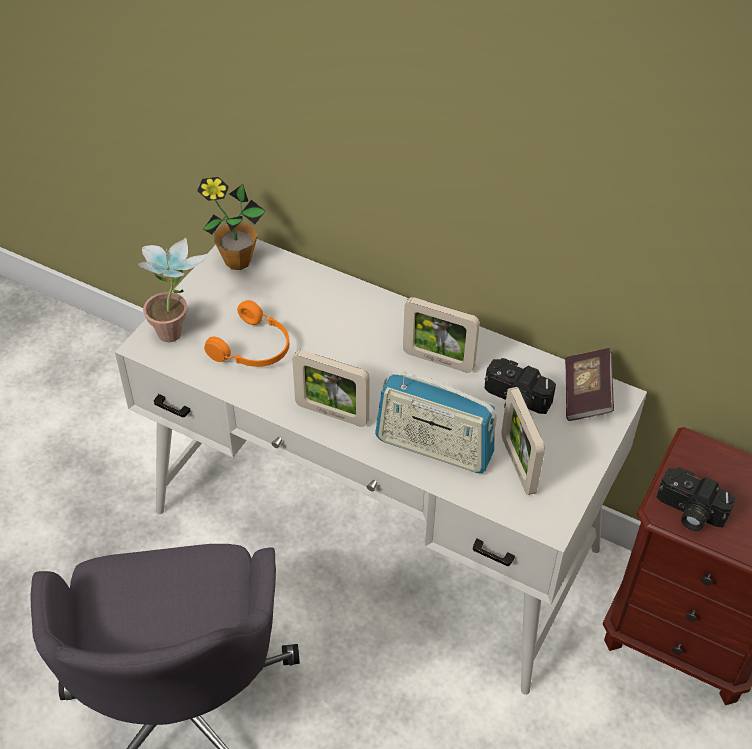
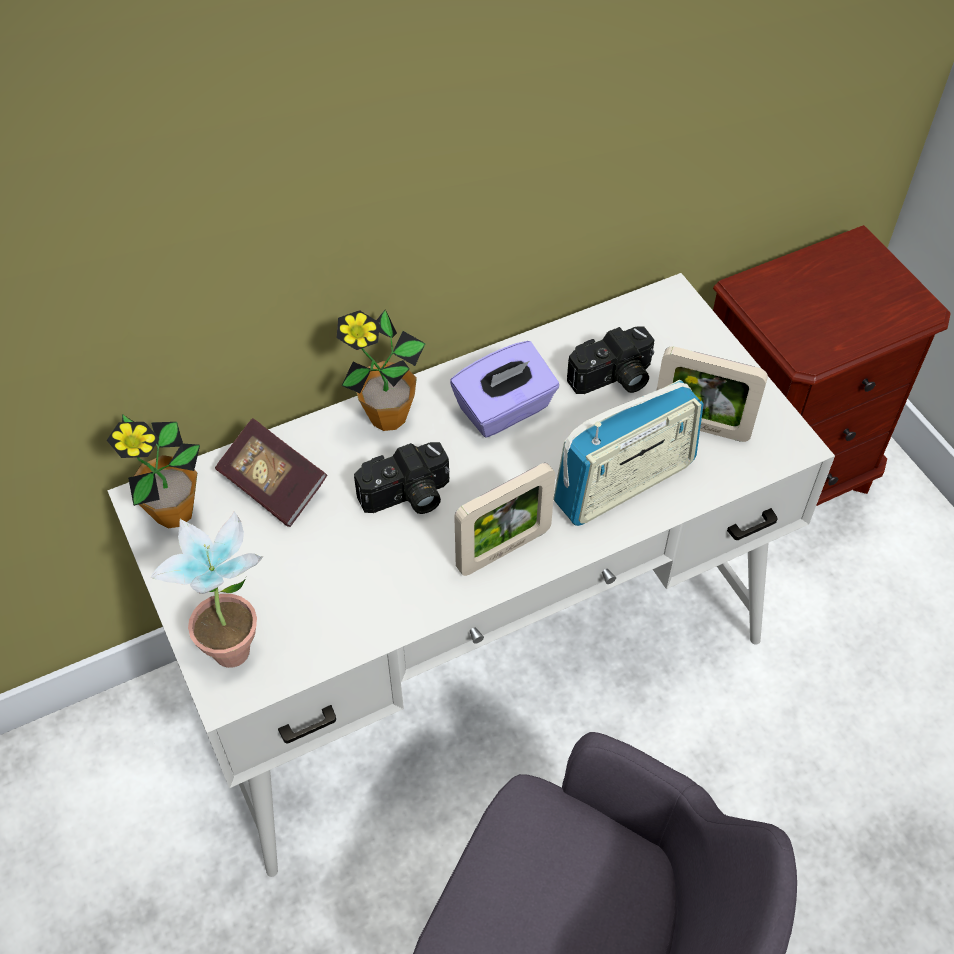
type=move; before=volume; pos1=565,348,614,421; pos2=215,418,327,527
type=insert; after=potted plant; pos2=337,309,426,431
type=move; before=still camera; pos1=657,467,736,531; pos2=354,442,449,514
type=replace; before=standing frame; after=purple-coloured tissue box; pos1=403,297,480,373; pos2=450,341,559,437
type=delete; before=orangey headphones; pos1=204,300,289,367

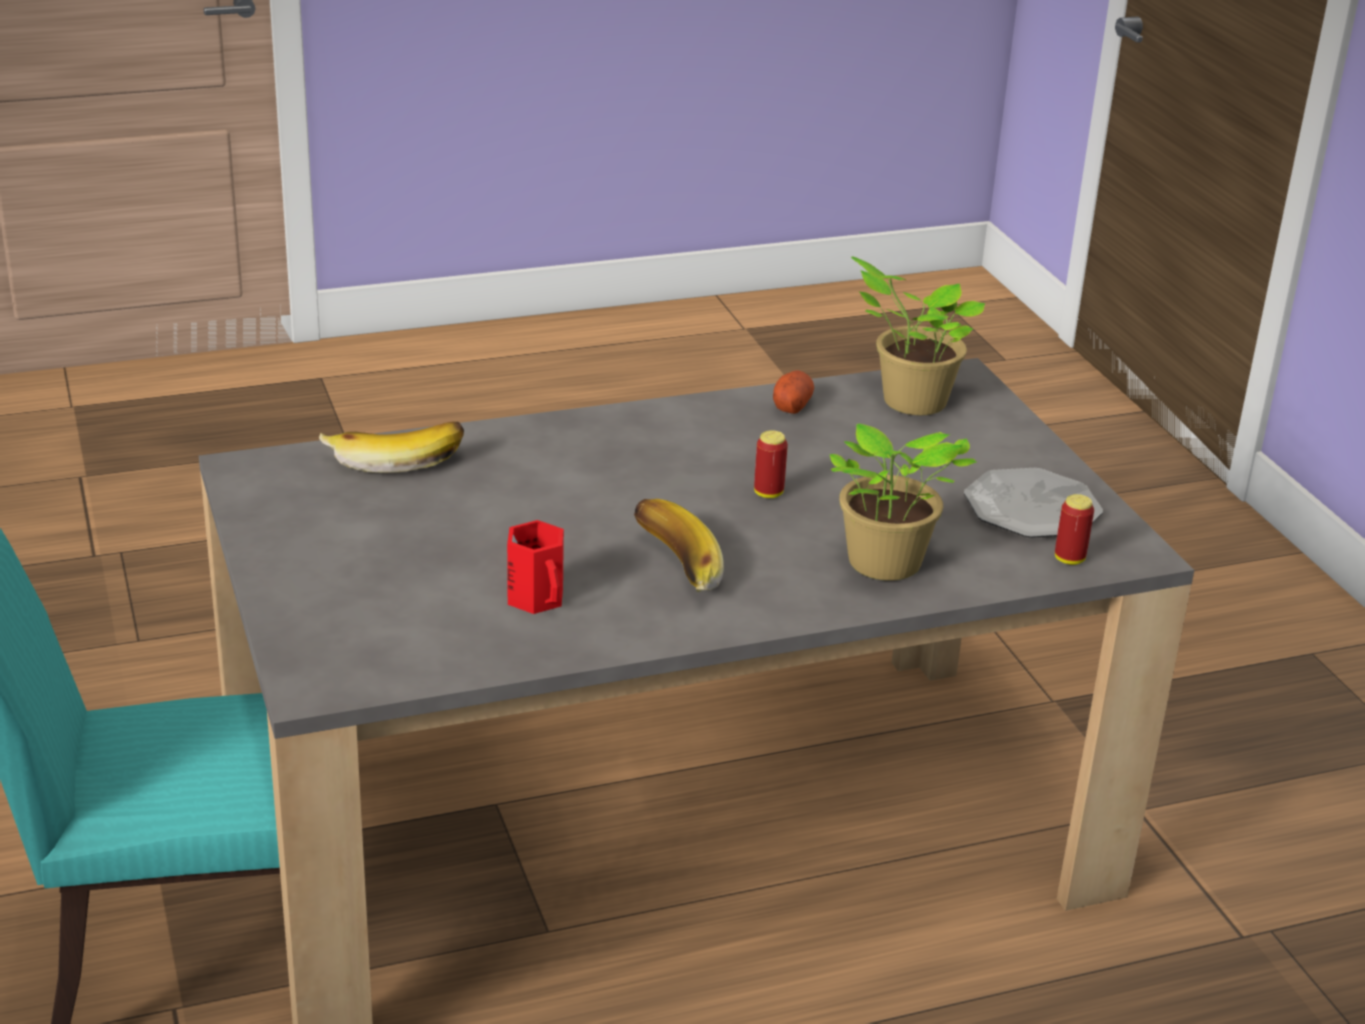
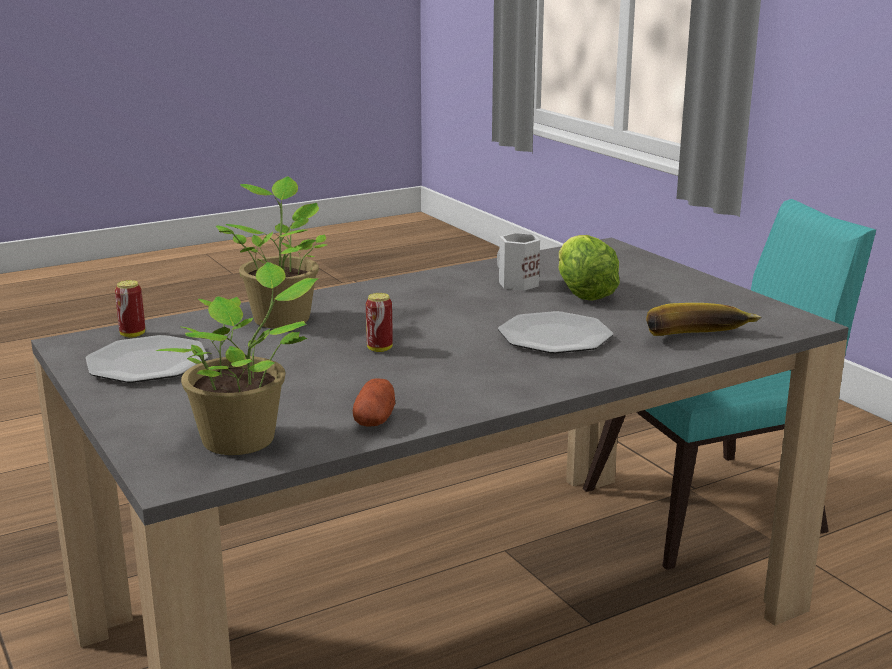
type=recolor; before=red coffee mug; after=white-coloured coffee mug; pos1=507,520,564,614; pos2=497,233,540,291
type=insert; after=dinner plate; pos2=498,311,613,353
type=insert; after=head of lettuce; pos2=558,235,620,301
type=delete; before=banana fruit; pos1=634,499,724,592

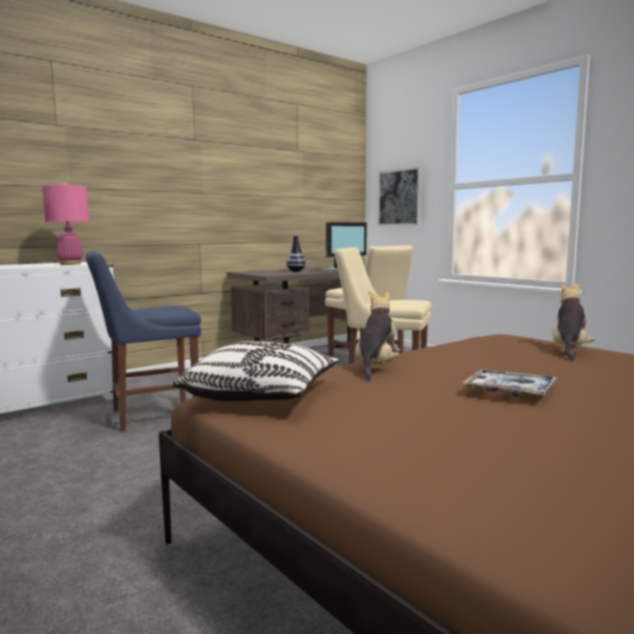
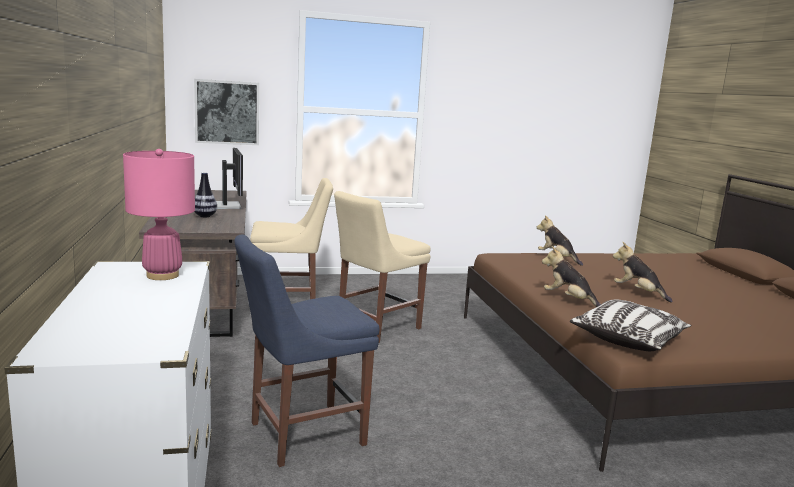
type=rotate; before=blue-coloured plain chair; pos1=86,251,201,432; pos2=234,235,379,467; turn=60
type=replace; before=tray; after=cuddly toy; pos1=463,369,557,397; pos2=613,242,673,302

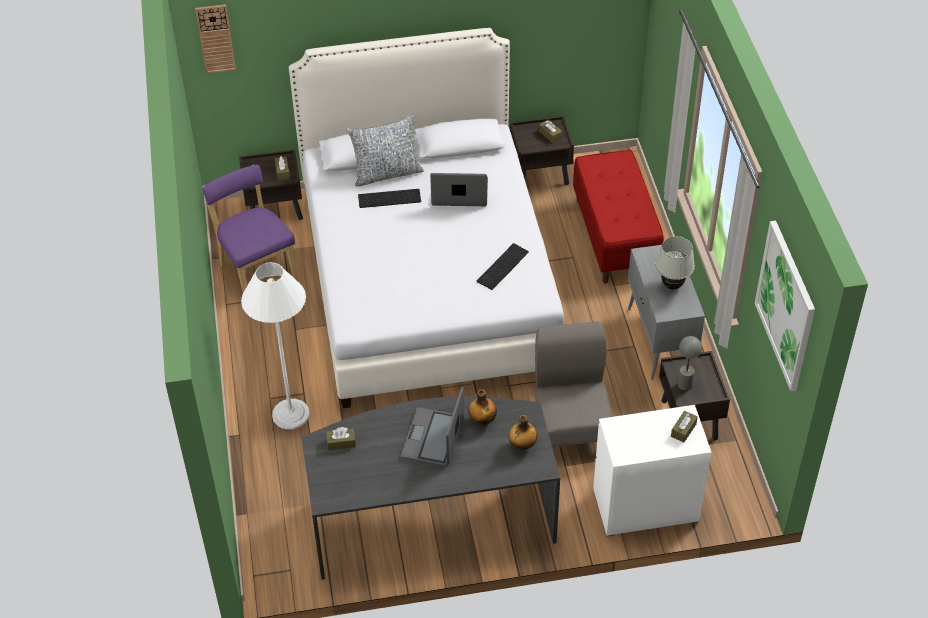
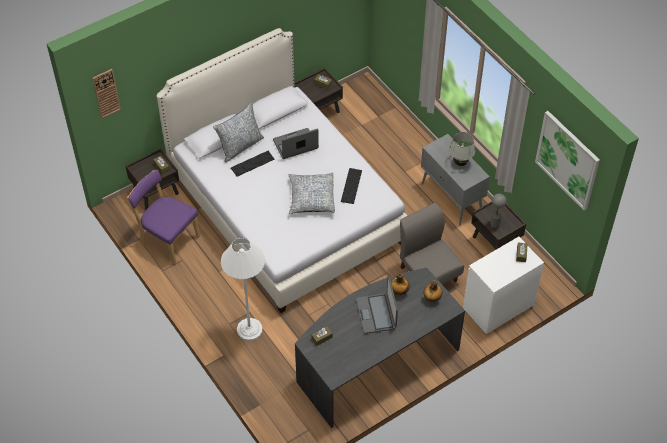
type=insert; after=throw pillow; pos2=289,173,335,214
type=delete; before=red long seat; pos1=573,150,664,283

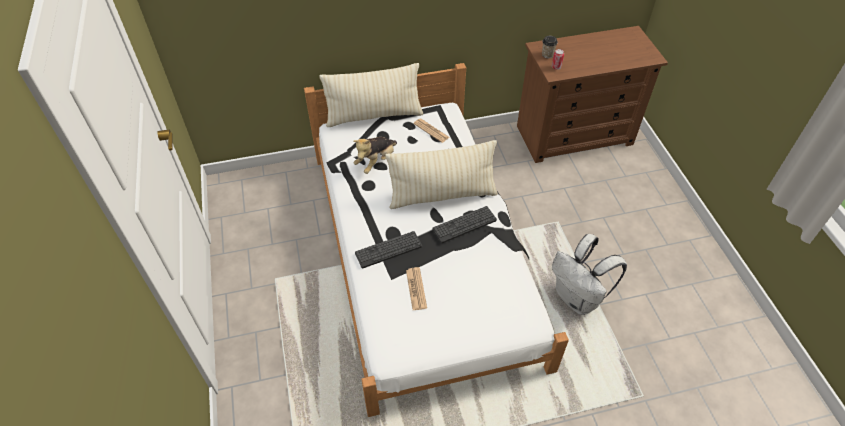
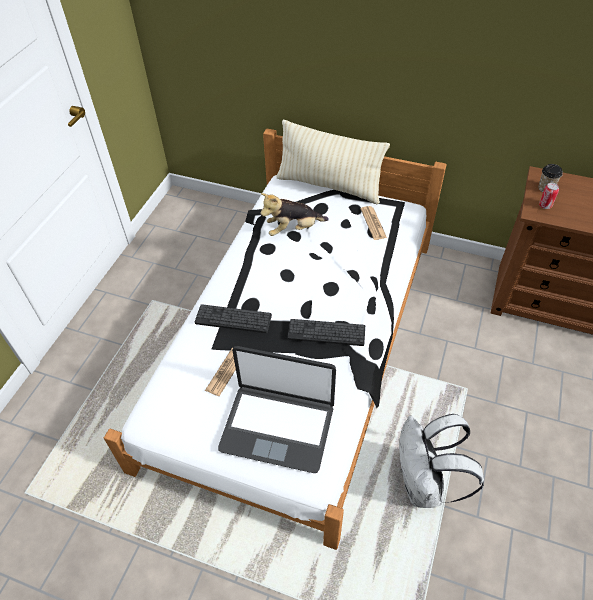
type=insert; after=notebook computer; pos2=218,346,336,473
type=delete; before=beige throw pillow; pos1=385,140,498,209

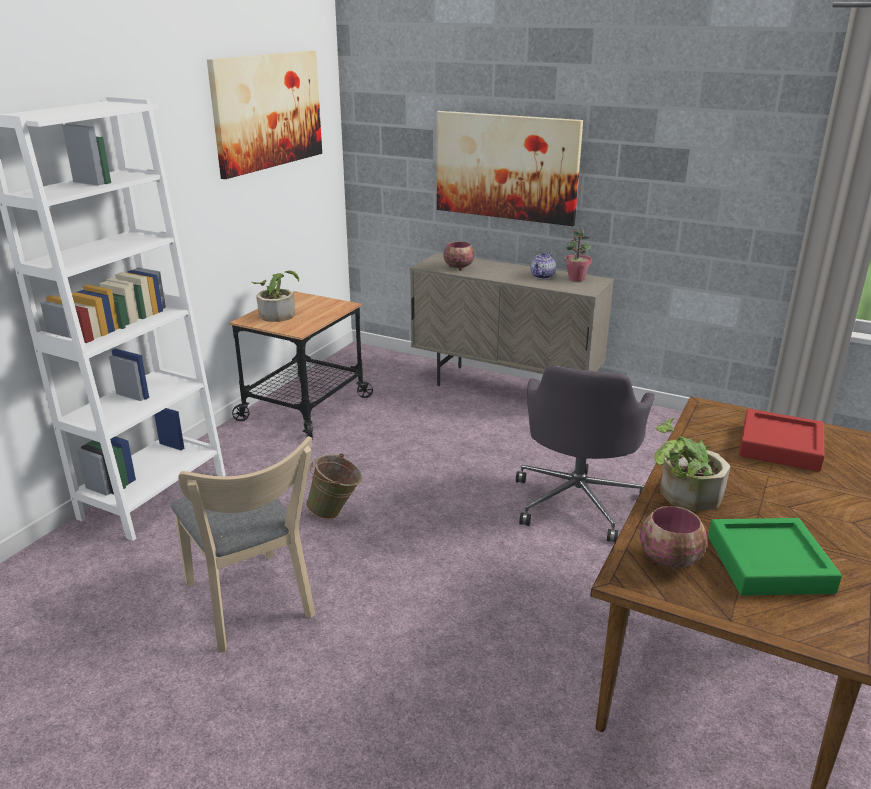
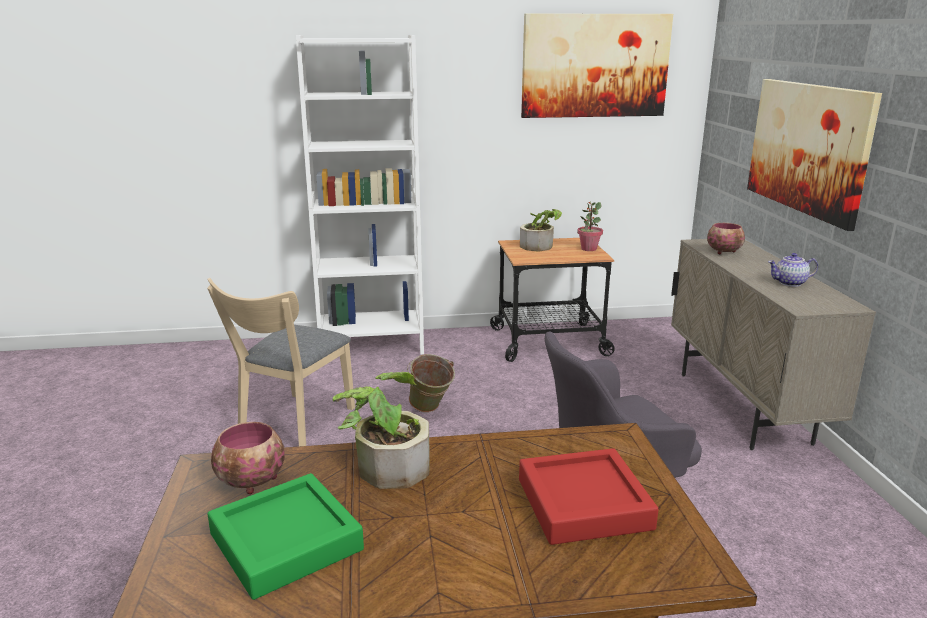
type=move; before=potted plant; pos1=565,228,592,281; pos2=577,202,603,251

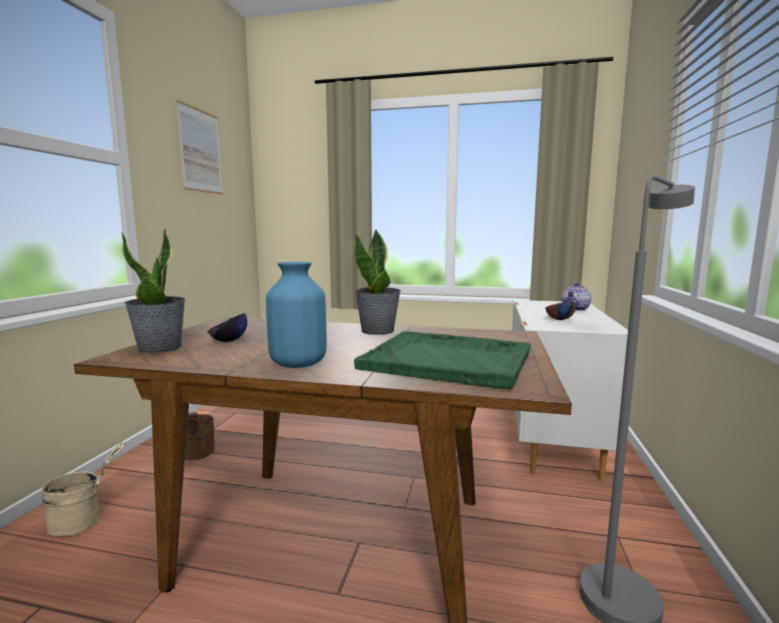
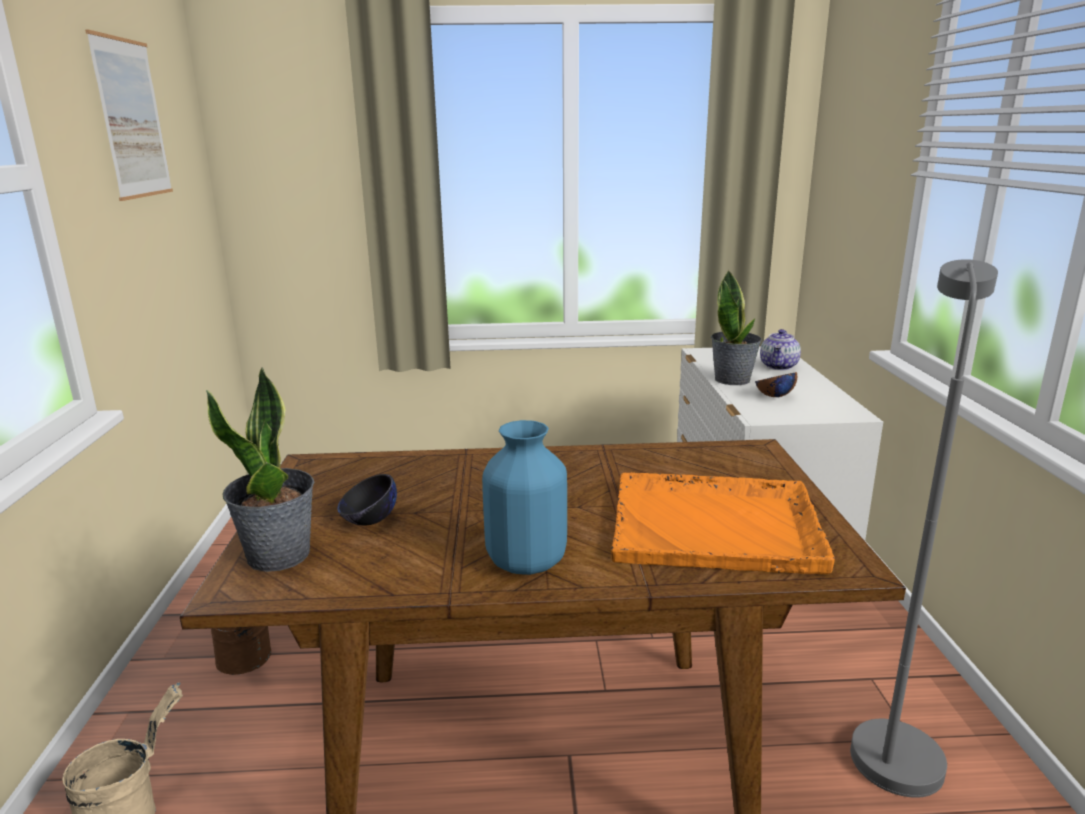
type=recolor; before=greenish tray; after=orangey tray; pos1=354,331,531,390; pos2=611,472,835,574
type=move; before=potted plant; pos1=354,230,401,335; pos2=711,270,762,385

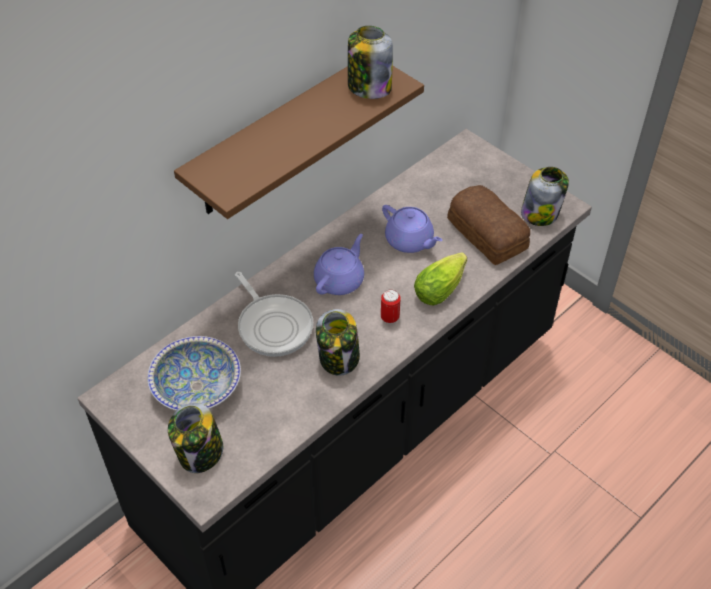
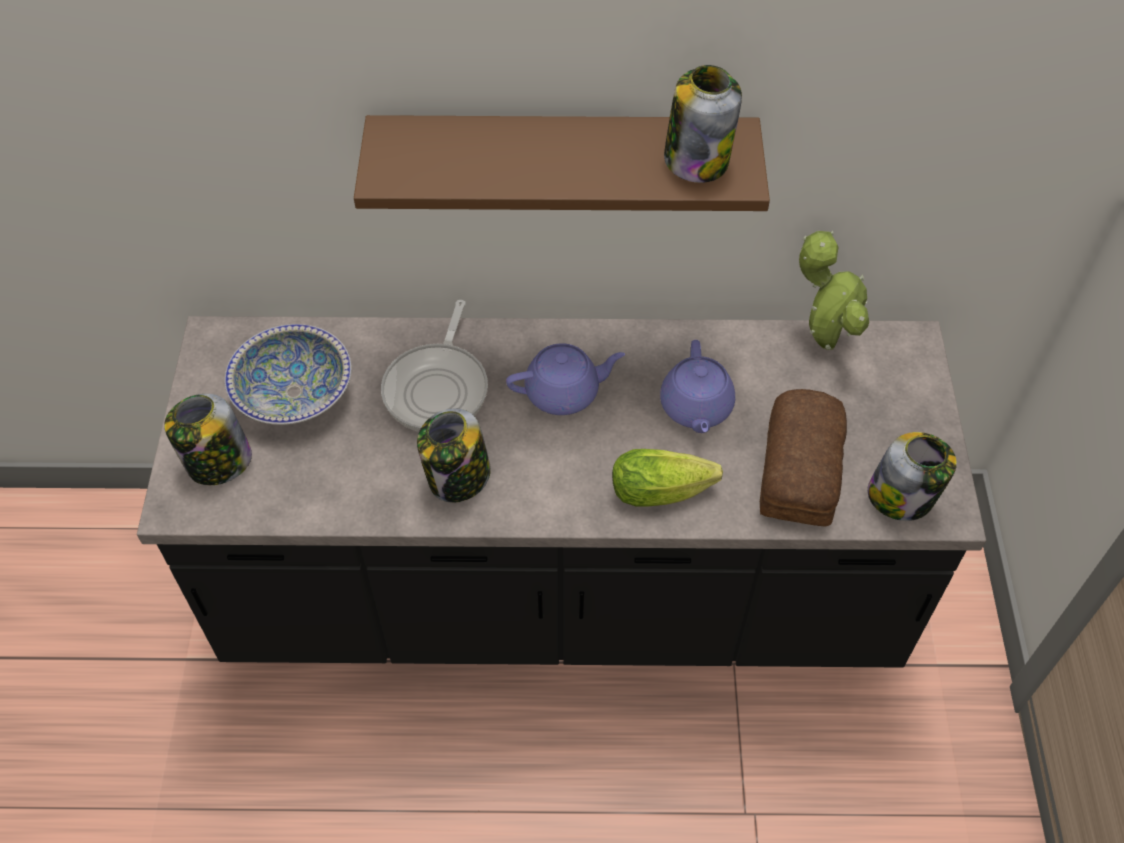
type=insert; after=potted plant; pos2=799,231,869,350
type=delete; before=metal can; pos1=381,289,401,324

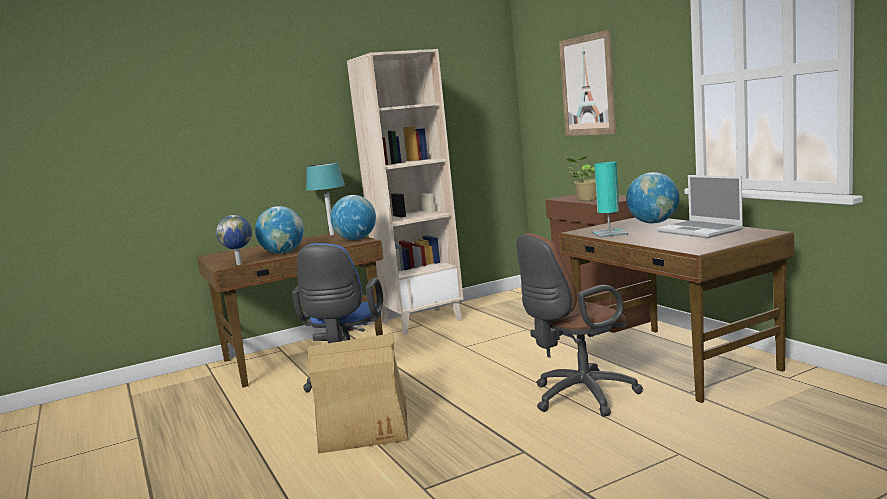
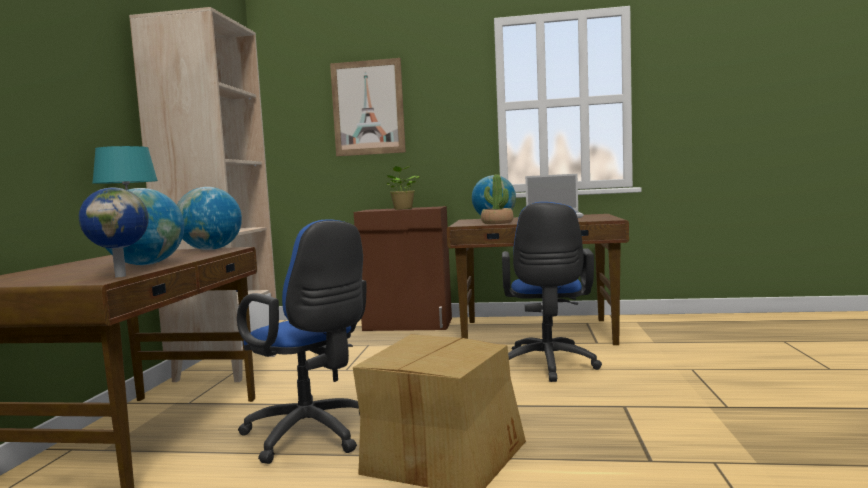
type=replace; before=blue-green lamp for a table; after=potted plant; pos1=592,162,628,238; pos2=481,174,514,224
type=recolor; before=brown-coloured computer chair; after=blue-coloured computer chair; pos1=516,233,643,417; pos2=502,202,602,382

